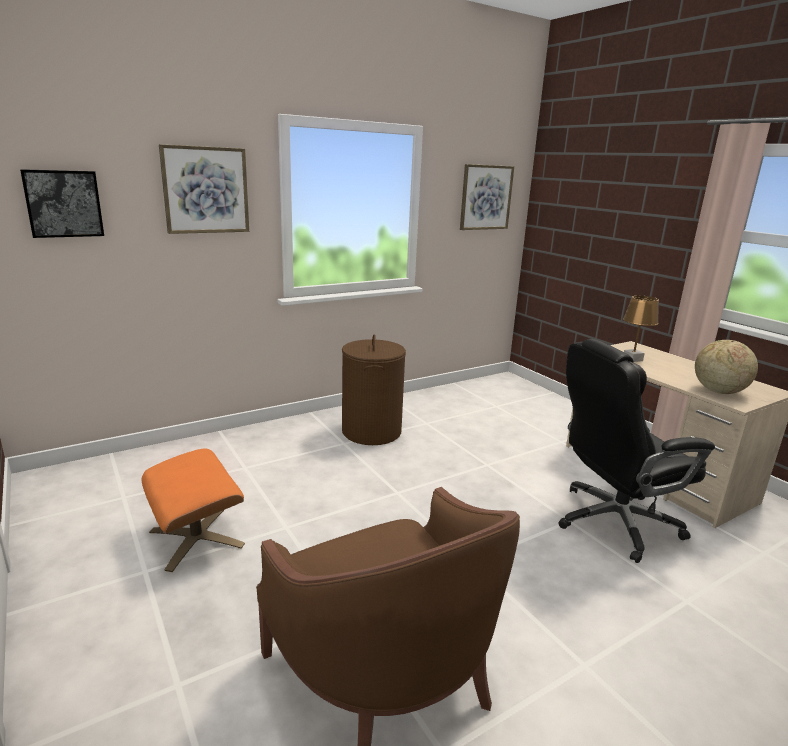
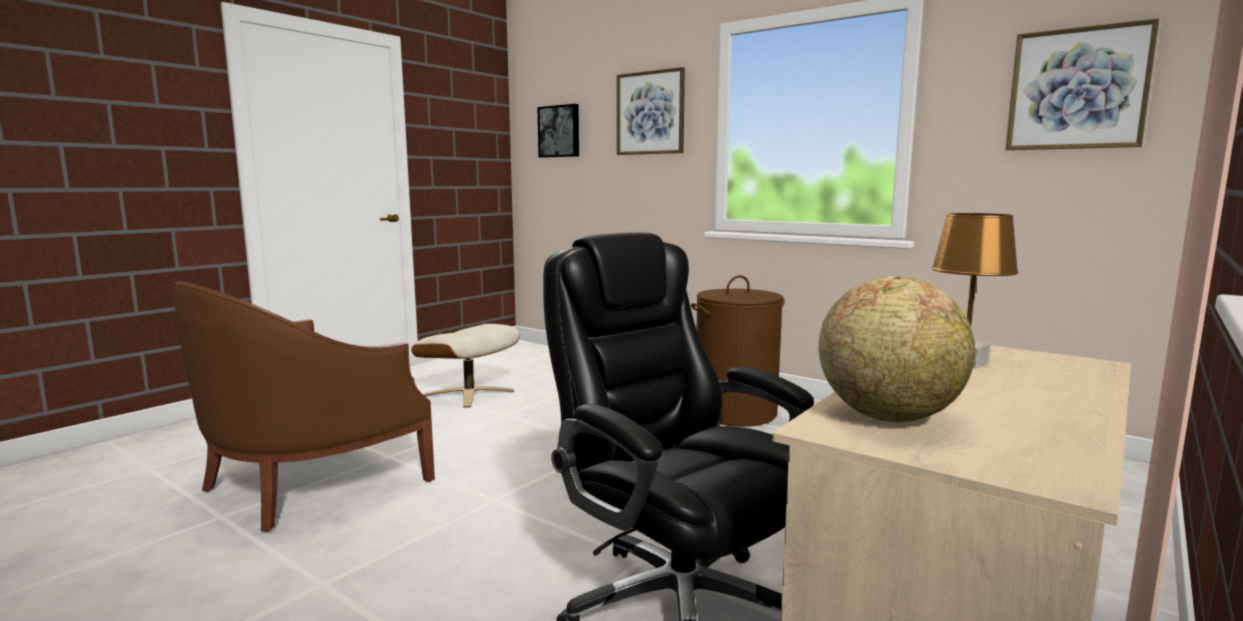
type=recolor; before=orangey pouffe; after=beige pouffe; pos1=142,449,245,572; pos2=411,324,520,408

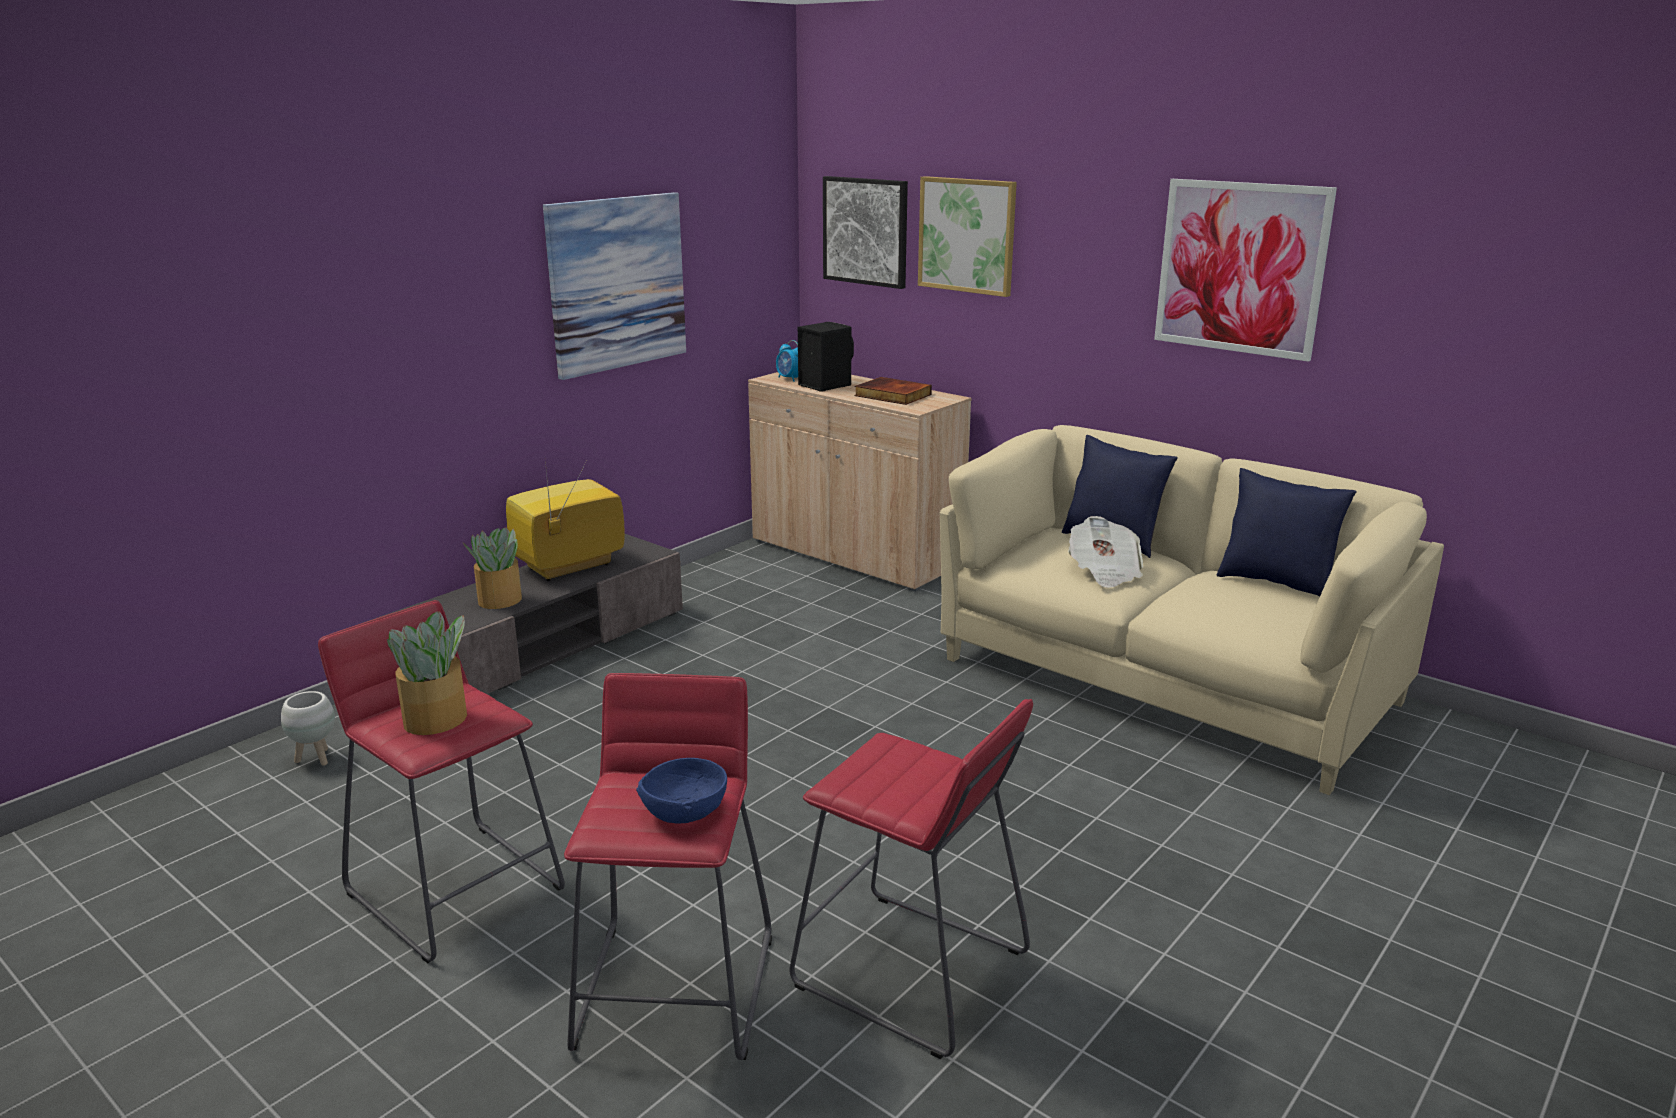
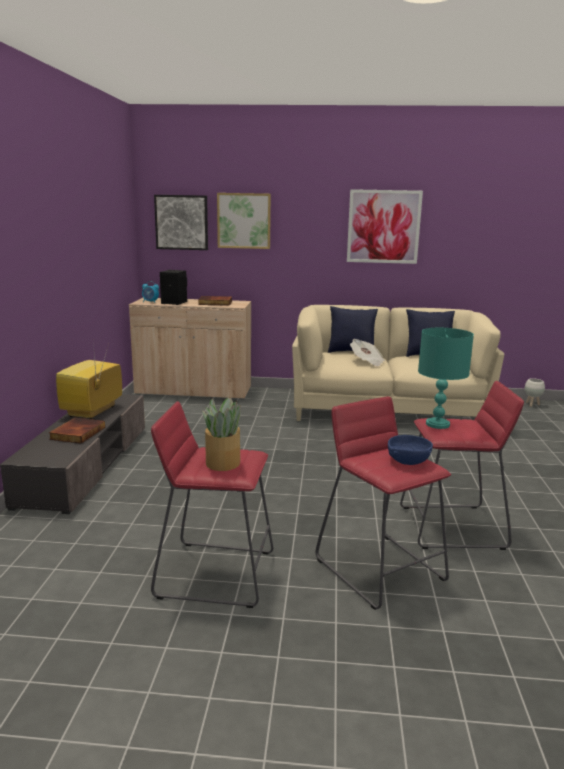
type=replace; before=potted plant; after=volume; pos1=463,527,522,609; pos2=49,418,105,444
type=insert; after=blue-green lamp for a table; pos2=418,328,474,429
type=move; before=white-coloured plant pot; pos1=281,691,335,766; pos2=525,378,545,407
type=delete; before=wall picture; pos1=543,192,686,380

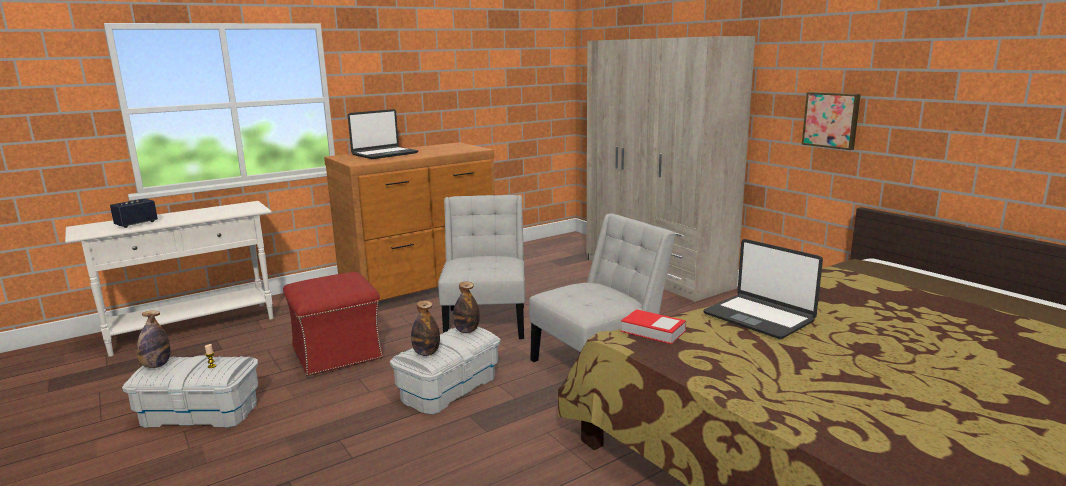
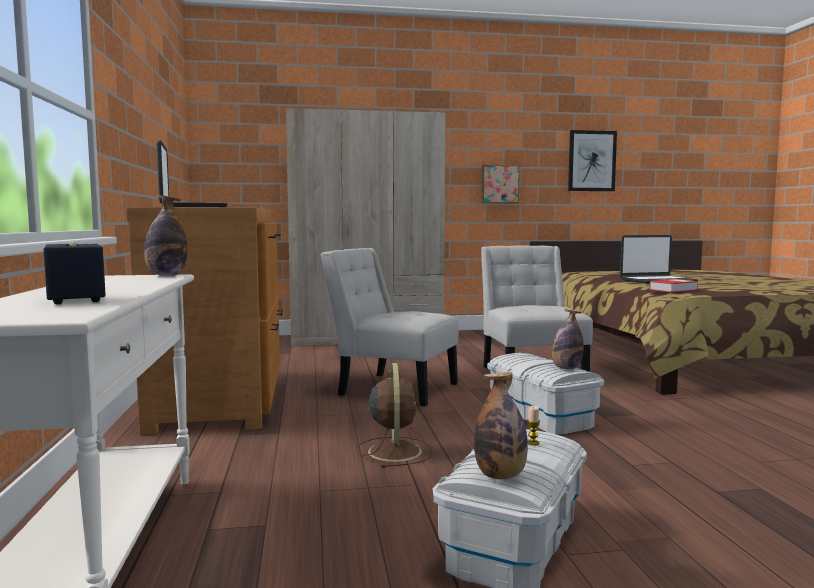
type=move; before=drink bottle; pos1=453,282,480,333; pos2=144,195,187,276
type=replace; before=red pouffe; after=brown-coloured fan; pos1=283,272,383,377; pos2=356,363,433,468
type=insert; after=wall picture; pos2=568,130,617,191

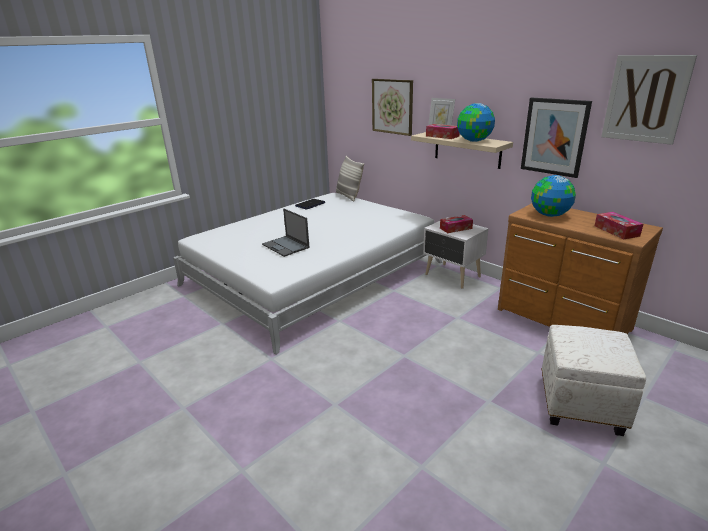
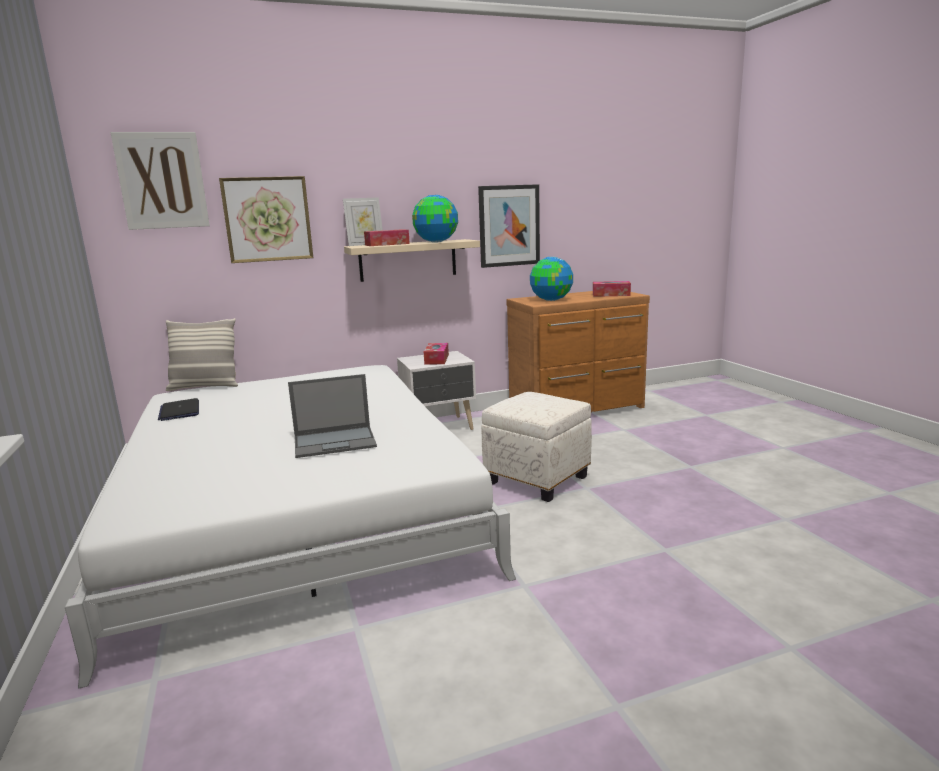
type=move; before=wall picture; pos1=601,55,697,145; pos2=111,132,210,230
type=move; before=white-coloured pouffe; pos1=541,325,646,436; pos2=481,392,592,502

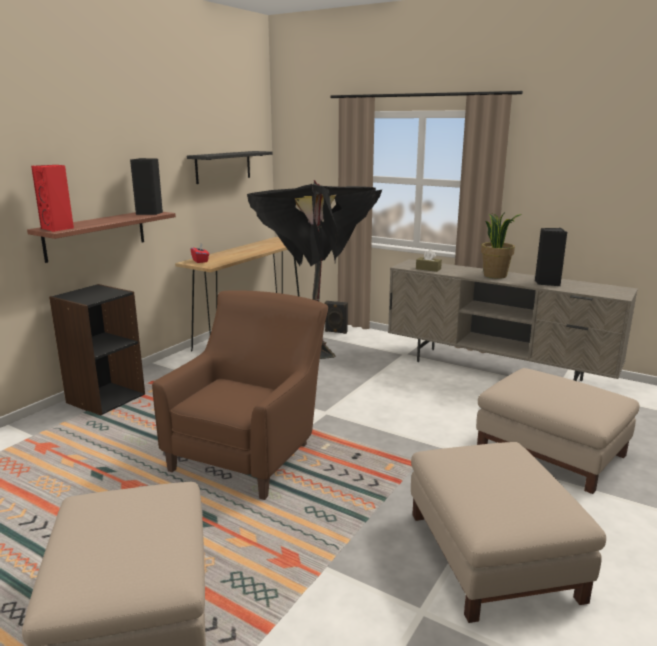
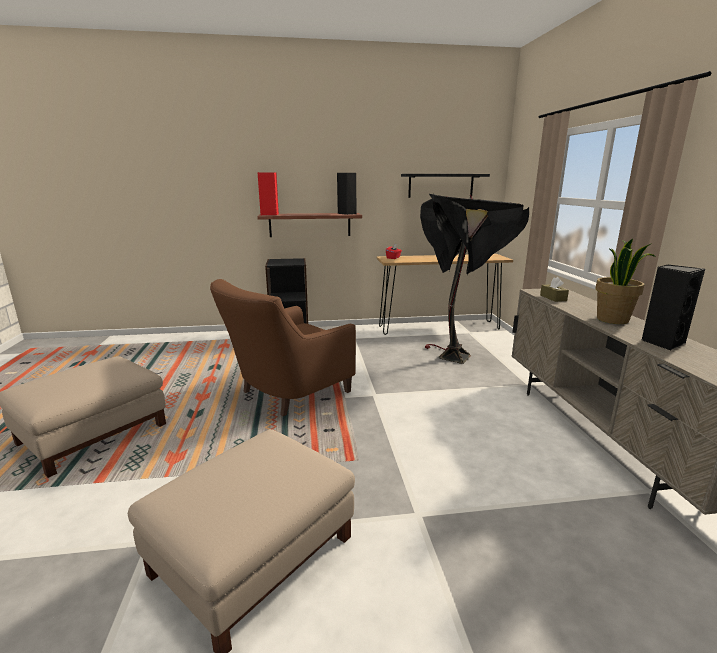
type=rotate; before=brown-coloured easy chair; pos1=152,290,328,500; pos2=210,279,356,416; turn=150
type=delete; before=black speaker; pos1=325,301,348,334
type=delete; before=beige pouffe; pos1=476,368,639,494

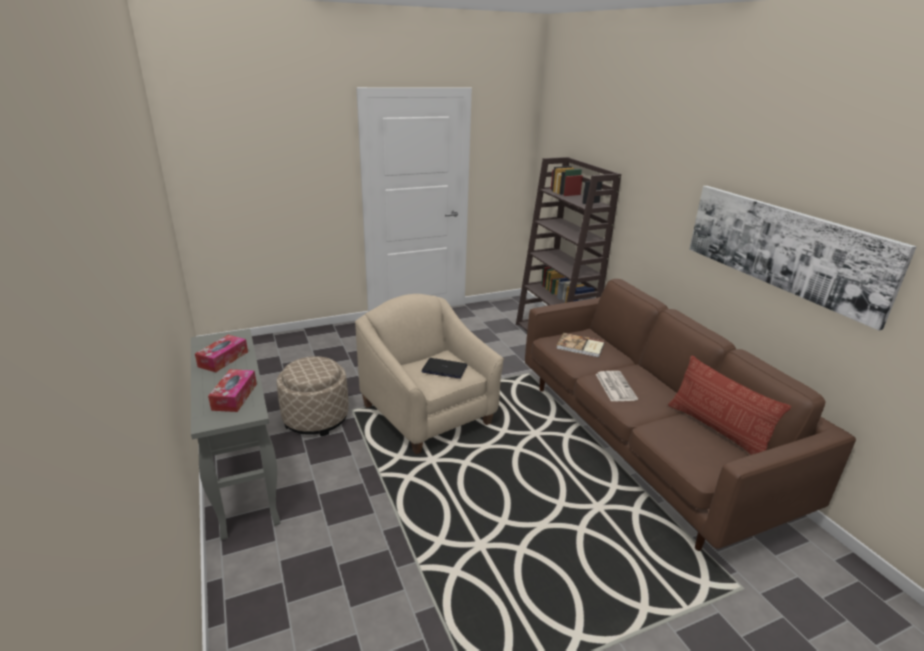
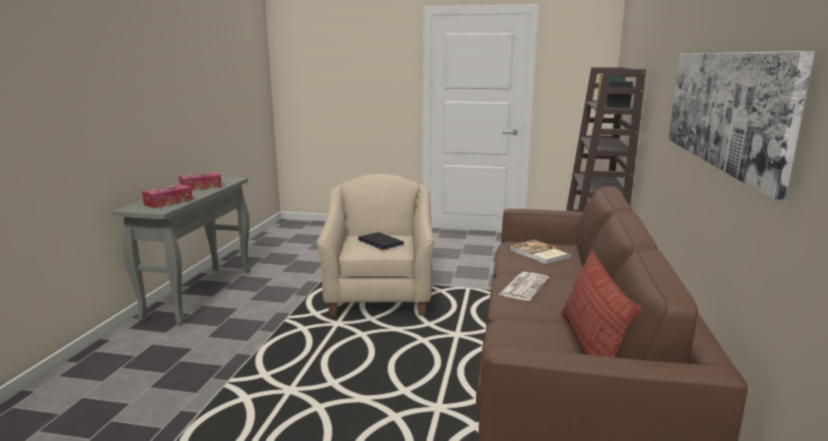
type=delete; before=beige pouffe; pos1=277,356,349,436

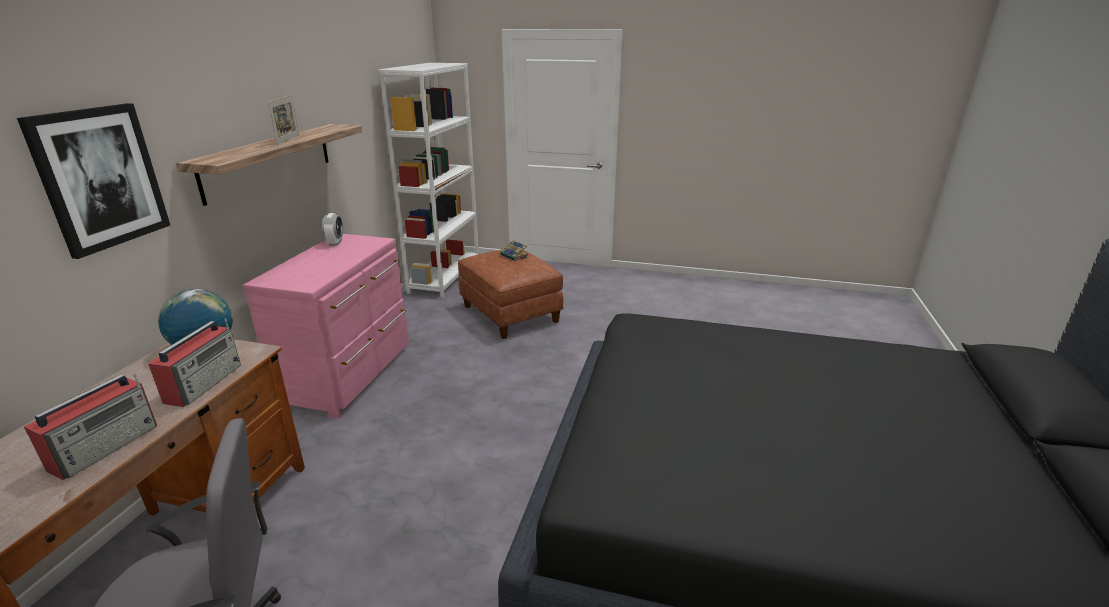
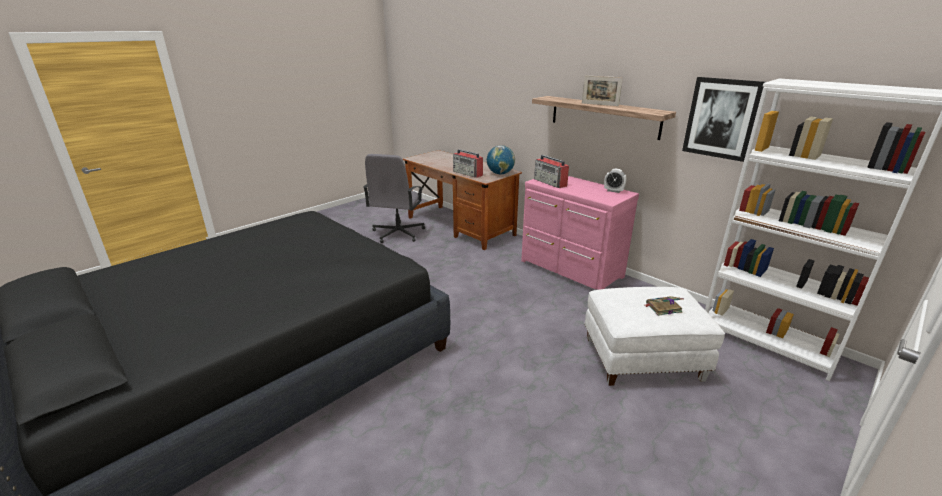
type=move; before=radio set; pos1=24,373,157,480; pos2=534,155,569,188
type=recolor; before=brown-coloured pouffe; after=white-coloured pouffe; pos1=458,249,564,339; pos2=584,287,725,386
type=move; before=wall picture; pos1=17,103,170,259; pos2=682,77,765,162

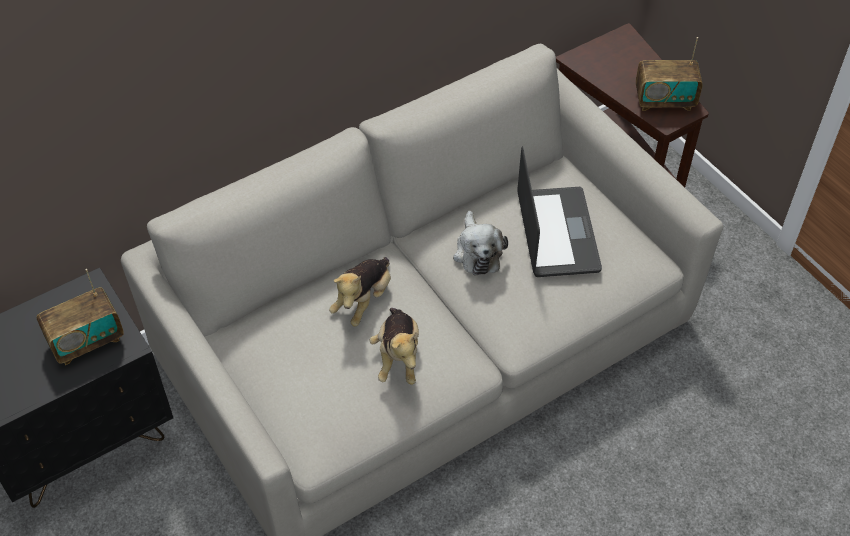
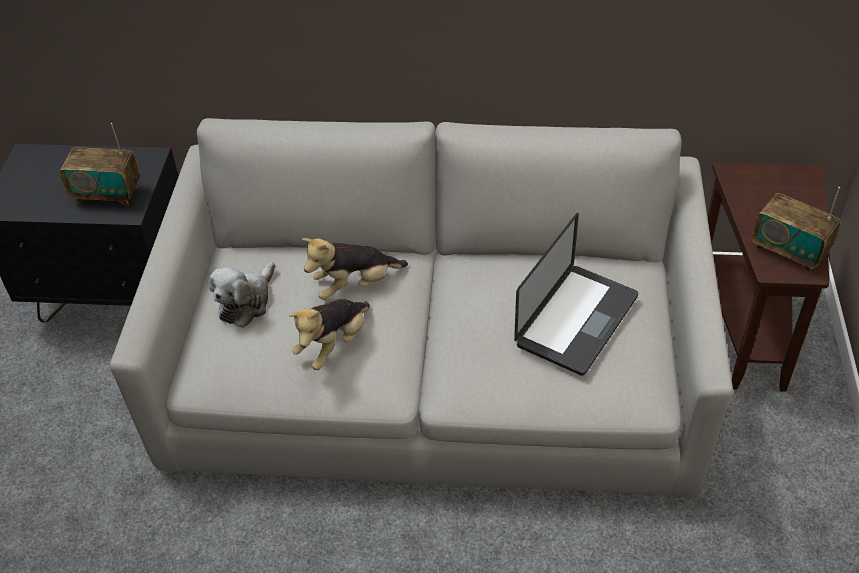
type=move; before=cuddly toy; pos1=453,211,508,276; pos2=209,262,275,328

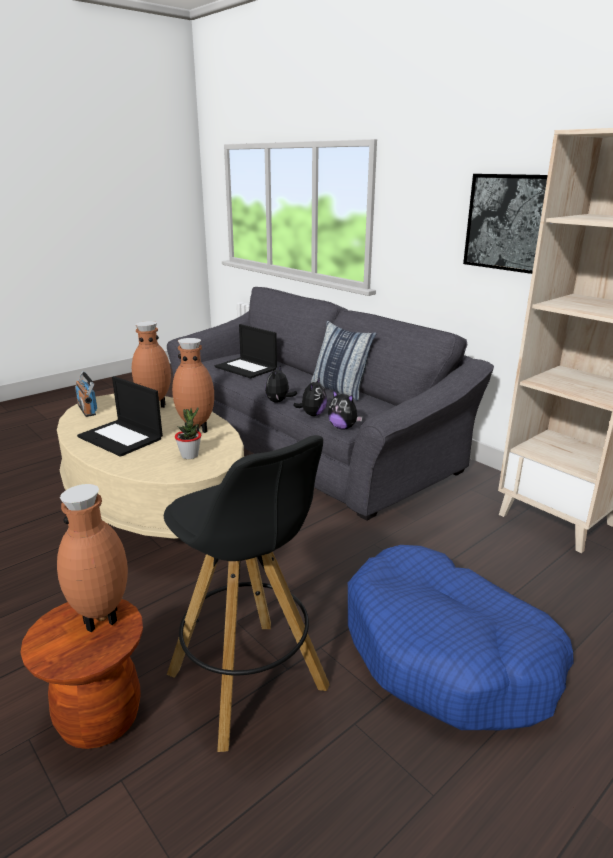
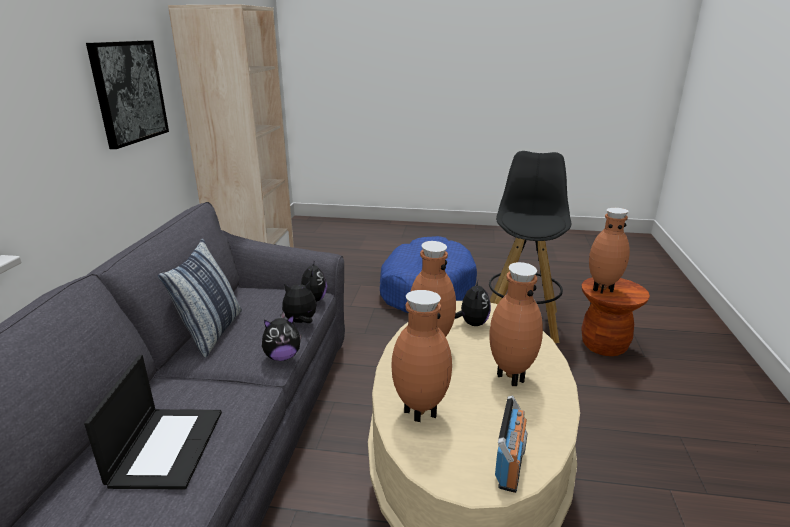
type=replace; before=potted plant; after=cuddly toy; pos1=175,407,201,459; pos2=455,279,491,326
type=replace; before=notebook computer; after=brown-coloured decorative vase; pos1=77,376,163,457; pos2=489,262,543,386

